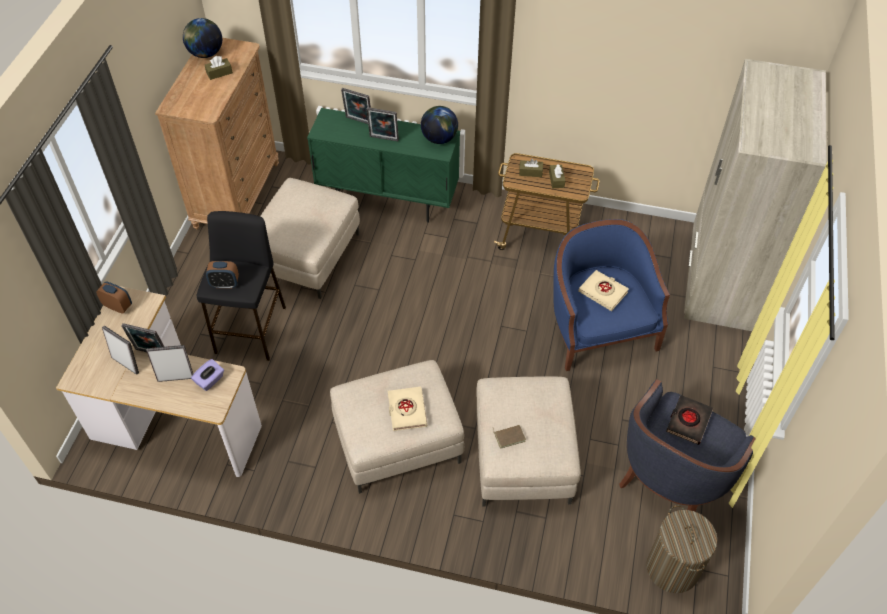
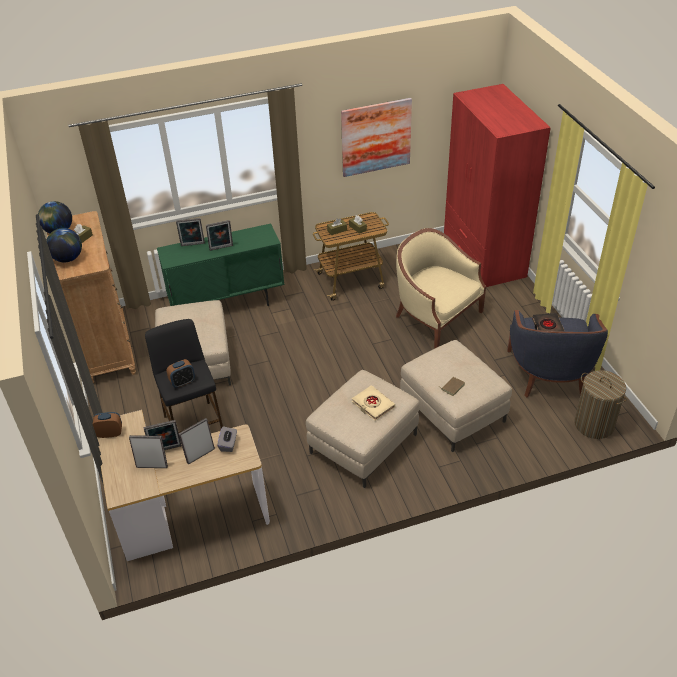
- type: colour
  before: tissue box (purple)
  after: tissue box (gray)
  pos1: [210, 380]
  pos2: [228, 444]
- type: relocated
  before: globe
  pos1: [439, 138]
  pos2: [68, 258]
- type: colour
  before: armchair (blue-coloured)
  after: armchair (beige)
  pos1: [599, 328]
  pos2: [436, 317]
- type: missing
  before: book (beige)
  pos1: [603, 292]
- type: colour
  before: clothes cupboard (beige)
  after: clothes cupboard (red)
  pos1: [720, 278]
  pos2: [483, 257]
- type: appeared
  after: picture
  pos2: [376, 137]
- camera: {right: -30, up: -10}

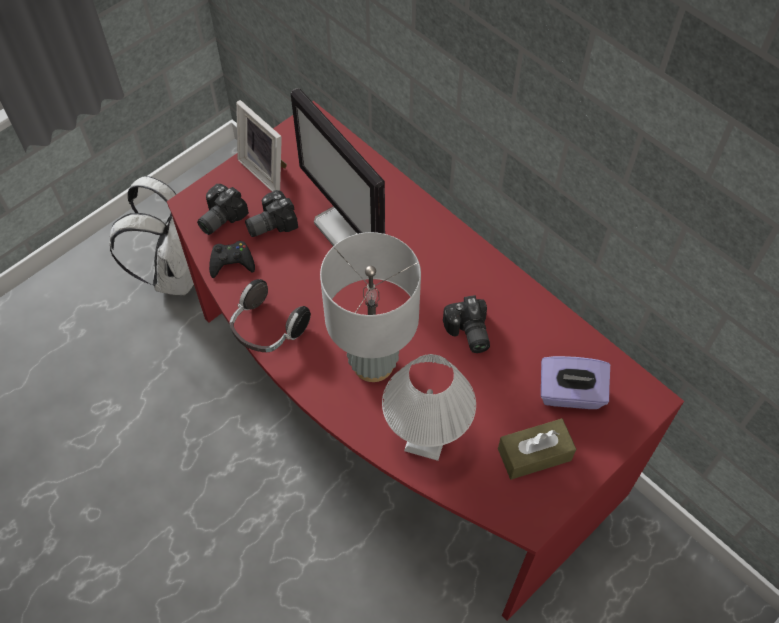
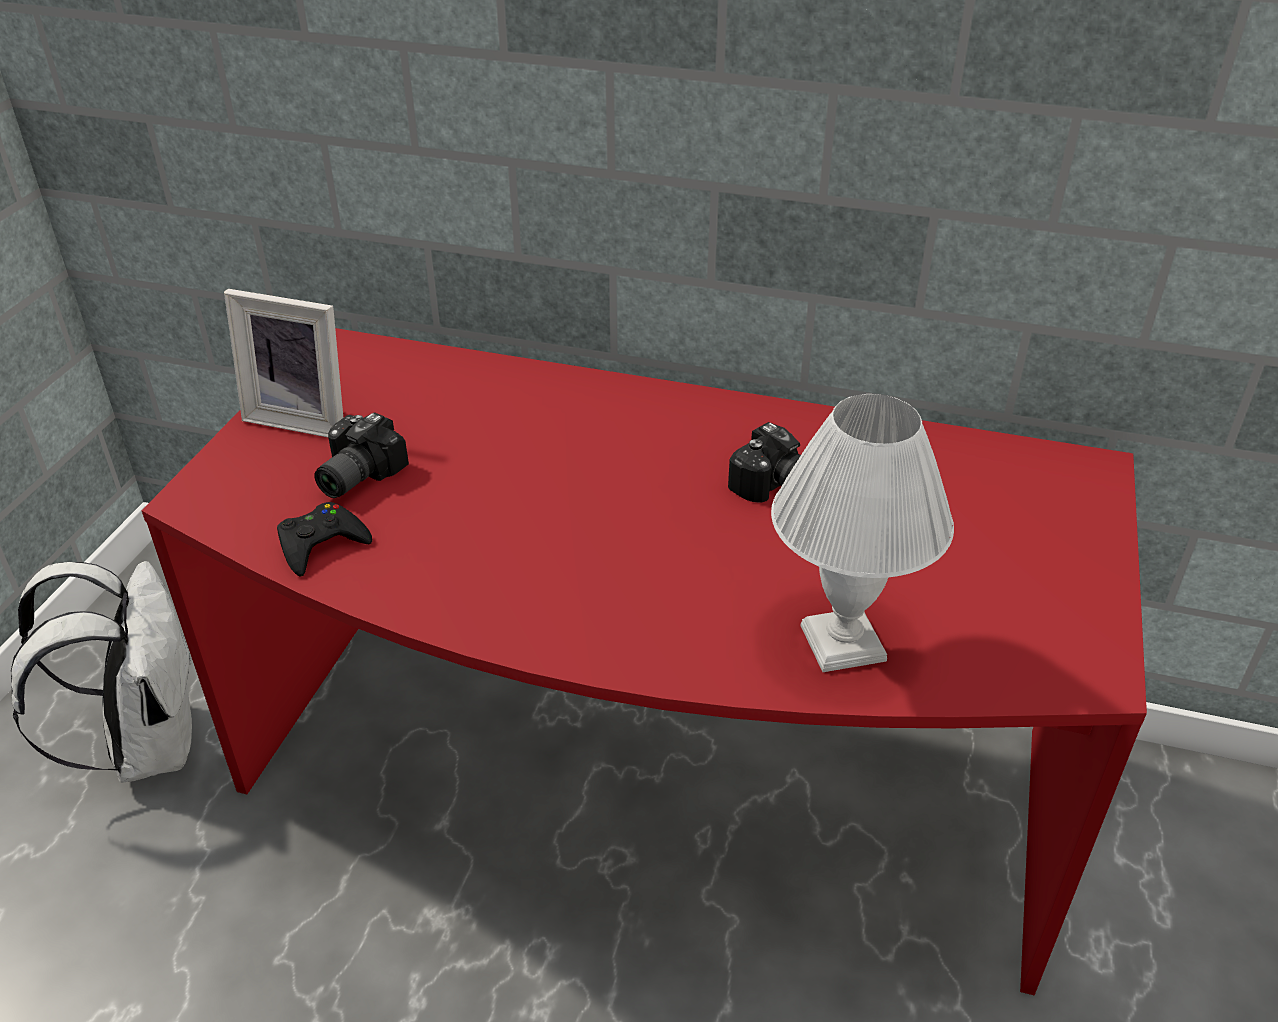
- type: missing
  before: photo camera
  pos1: [219, 217]
- type: missing
  before: headset
  pos1: [267, 329]
- type: missing
  before: computer display
  pos1: [347, 226]
- type: missing
  before: tabletop lamp (gray)
  pos1: [372, 364]
- type: missing
  before: tissue box (brownish)
  pos1: [534, 454]
- type: missing
  before: tissue box (purple)
  pos1: [570, 394]
- camera: {right: -30, up: -20}

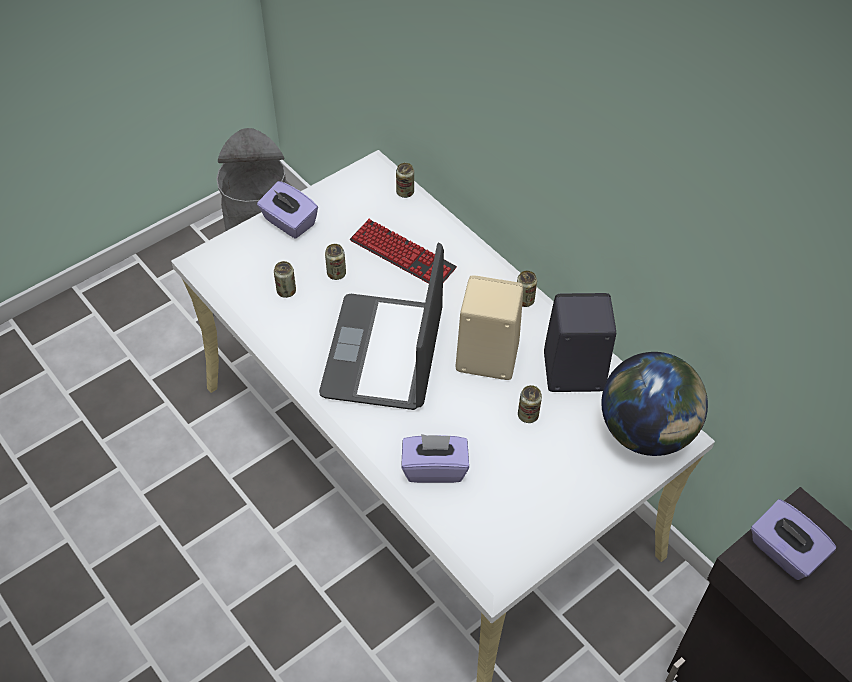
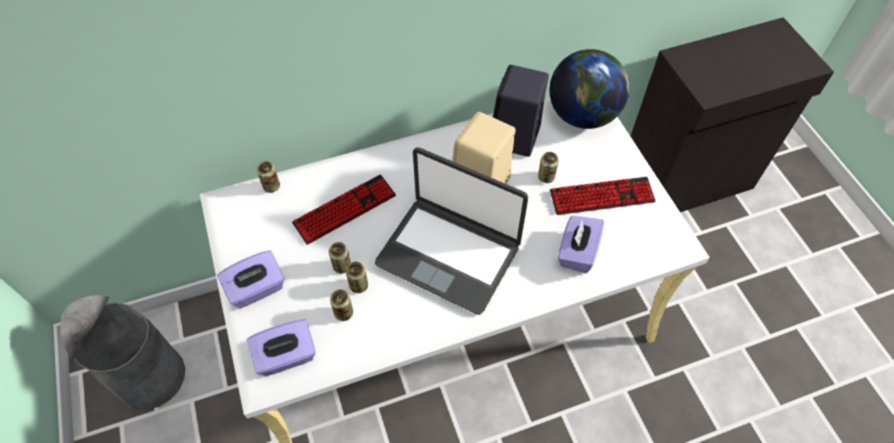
- type: relocated
  before: sealed can
  pos1: [524, 300]
  pos2: [359, 285]
- type: relocated
  before: tissue box (purple)
  pos1: [784, 552]
  pos2: [286, 356]
- type: appeared
  after: computer keyboard
  pos2: [601, 197]
- camera: {right: -70, up: 5}

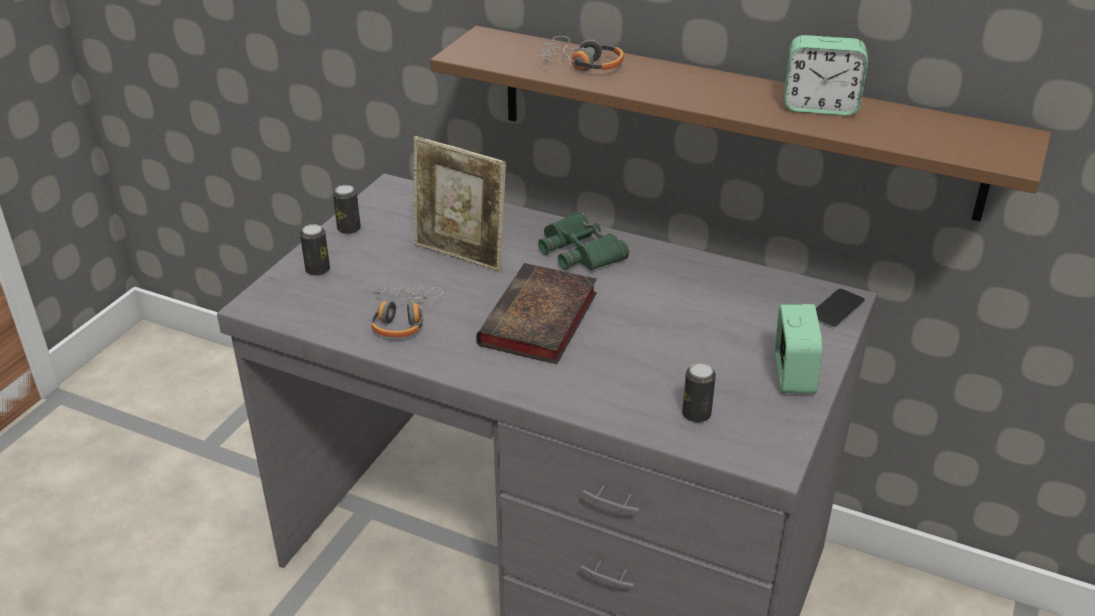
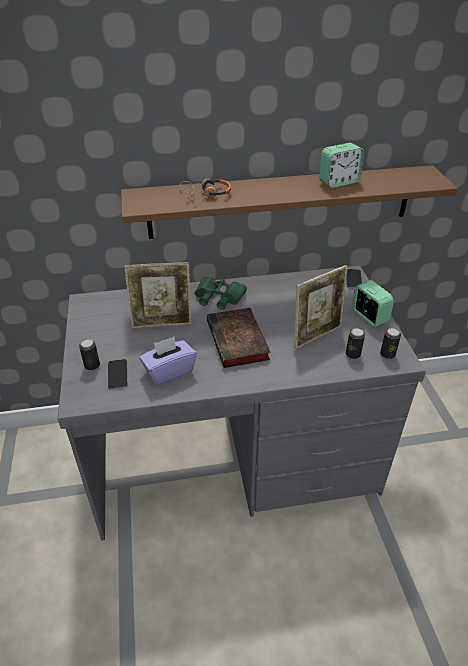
- type: relocated
  before: sealed can
  pos1: [349, 229]
  pos2: [387, 354]
- type: exchanged
  before: headset
  after: tissue box (purple)
  pos1: [402, 318]
  pos2: [169, 371]
- type: appeared
  after: telephone
  pos2: [117, 374]
- type: appeared
  after: standing frame
  pos2: [316, 335]
- camera: {right: -35, up: 5}

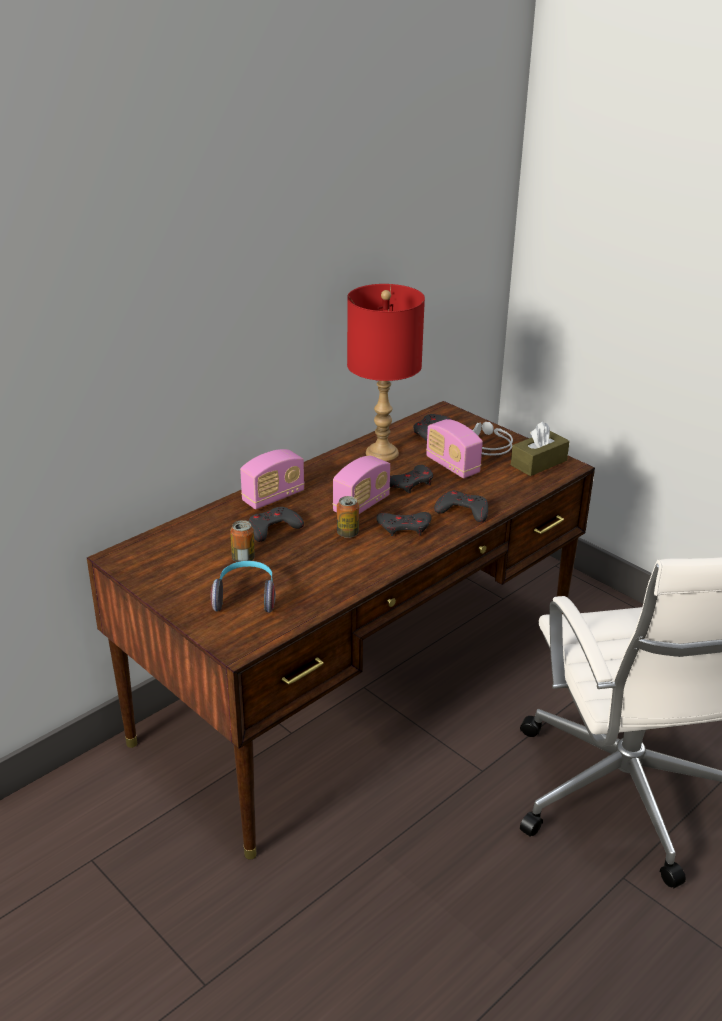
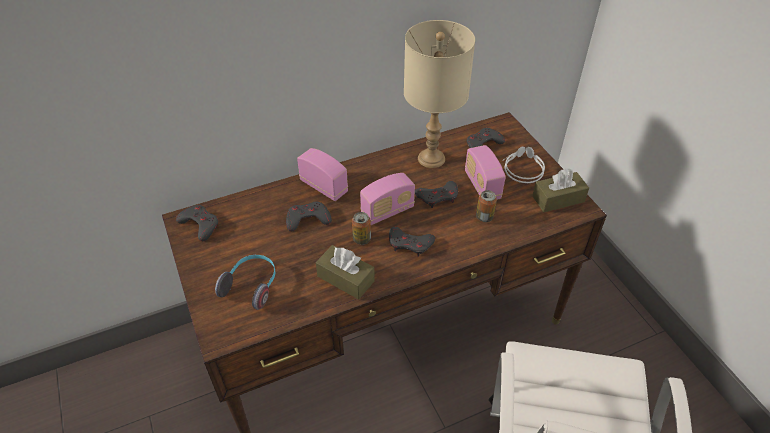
- type: relocated
  before: sealed can
  pos1: [243, 558]
  pos2: [484, 217]
- type: spun
  before: radio
  pos1: [273, 497]
  pos2: [324, 186]
  turn: -120
- type: colour
  before: tabletop lamp (red)
  after: tabletop lamp (beige)
  pos1: [381, 452]
  pos2: [431, 158]
- type: relocated
  before: game controller (gray)
  pos1: [462, 511]
  pos2: [200, 224]
- type: appeared
  after: tissue box (brownish)
  pos2: [345, 278]
- camera: {right: 20, up: 15}

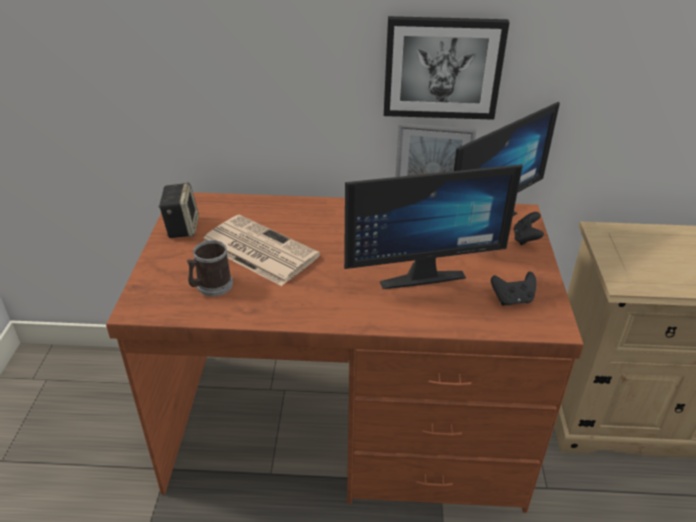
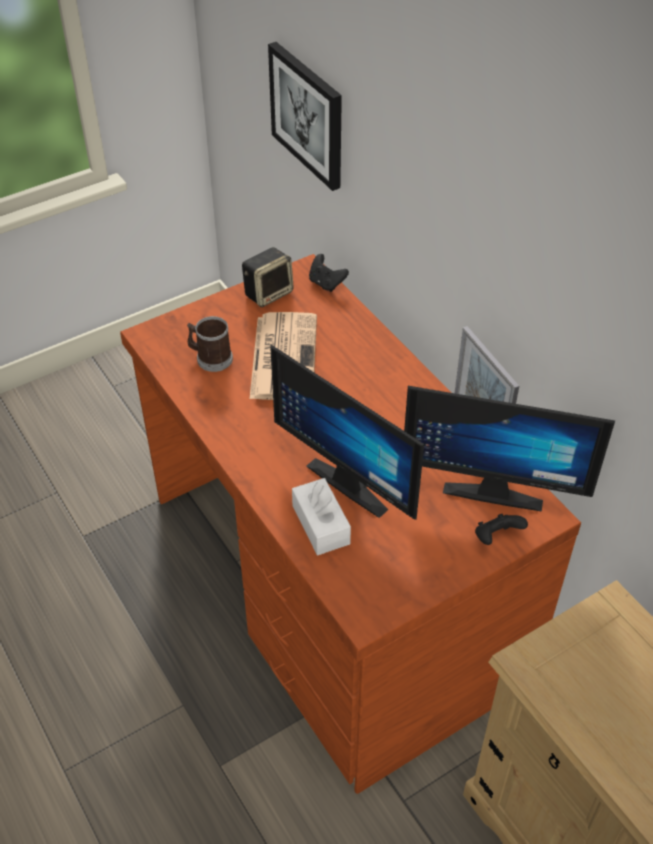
- type: relocated
  before: picture
  pos1: [442, 68]
  pos2: [308, 115]
- type: relocated
  before: game controller (black-coloured)
  pos1: [512, 299]
  pos2: [326, 283]
- type: appeared
  after: tissue box (white)
  pos2: [321, 525]
- camera: {right: 55, up: 10}

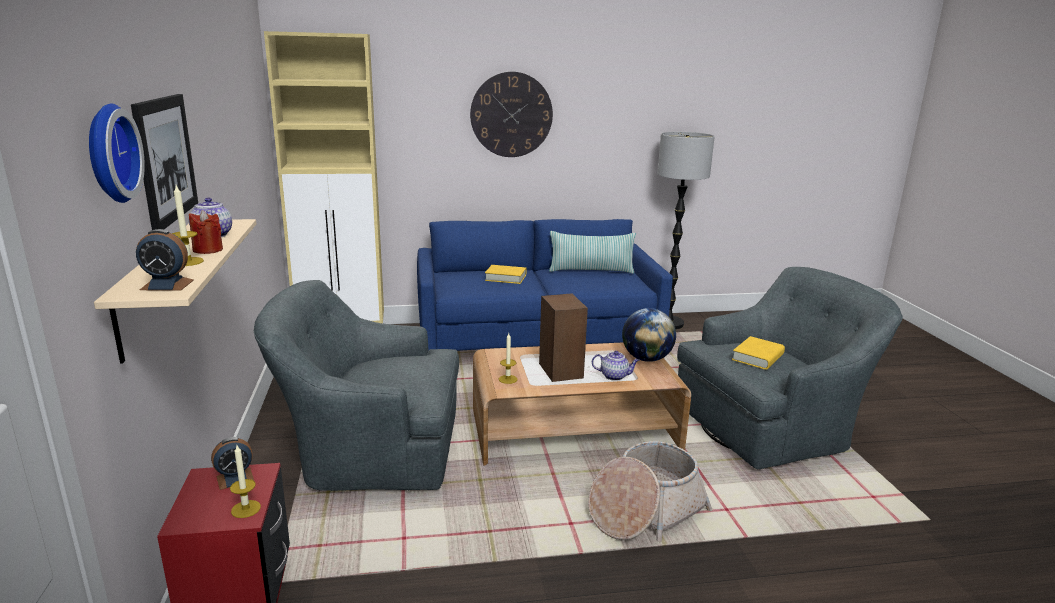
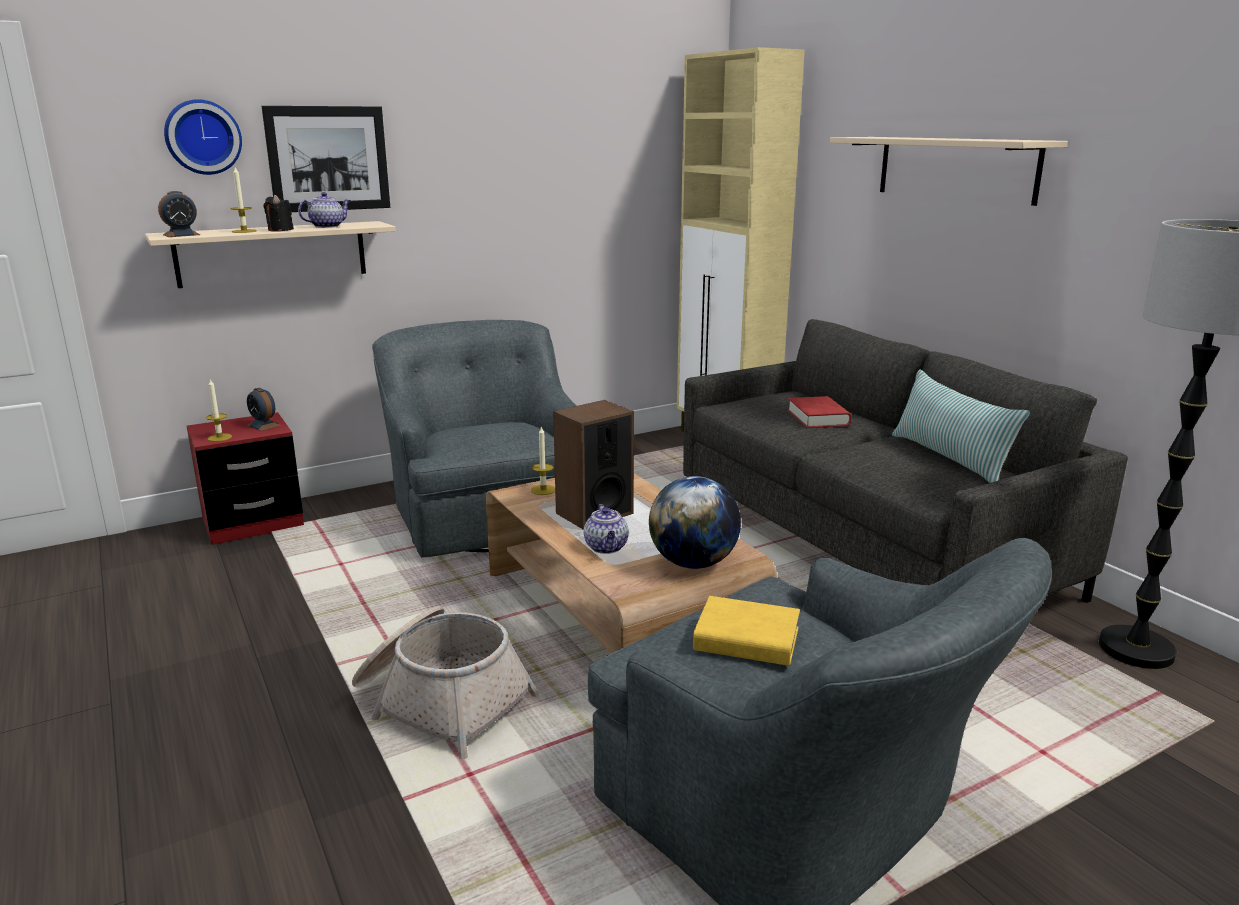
- type: spun
  before: bedside clock
  pos1: [167, 285]
  pos2: [181, 235]
  turn: -105
- type: colour
  before: candle (red)
  after: candle (black-coloured)
  pos1: [208, 250]
  pos2: [280, 230]
- type: colour
  before: sofa (blue-coloured)
  after: sofa (gray)
  pos1: [537, 341]
  pos2: [864, 545]
- type: exchanged
  before: hanging clock
  after: wall shelf (beige)
  pos1: [511, 115]
  pos2: [955, 168]
- type: colour
  before: book (yellow-coloured)
  after: book (red)
  pos1: [505, 278]
  pos2: [818, 418]
- camera: {right: 70, up: 0}

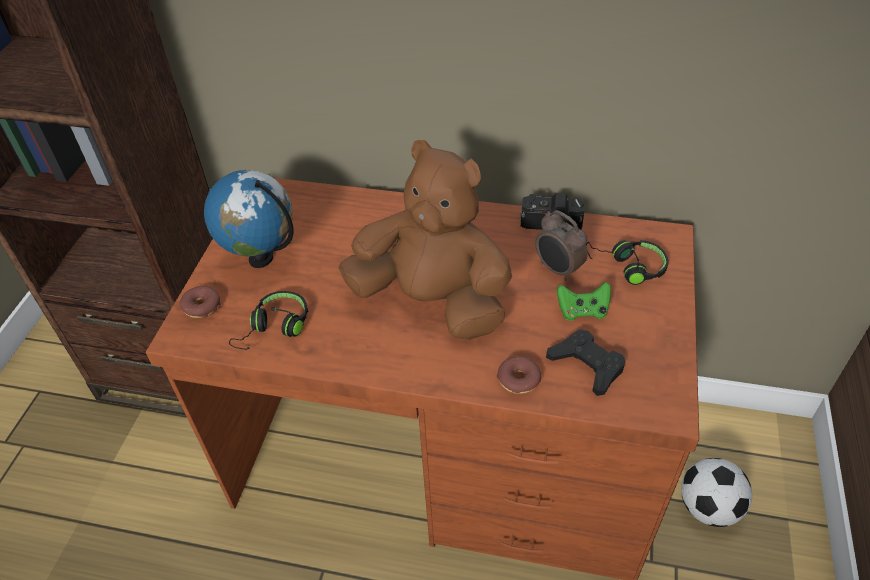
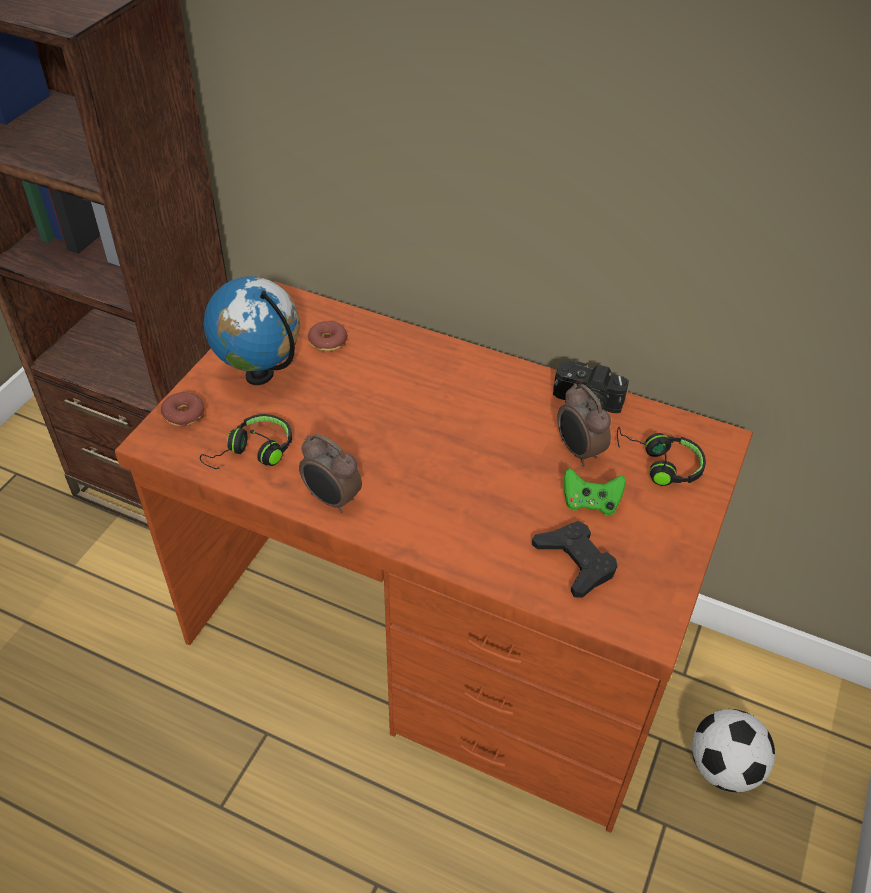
- type: missing
  before: plush toy (brownish)
  pos1: [433, 301]
- type: relocated
  before: ring doughnut
  pos1: [518, 379]
  pos2: [327, 341]
- type: appeared
  after: bedside clock
  pos2: [331, 500]
- camera: {right: 10, up: 0}

